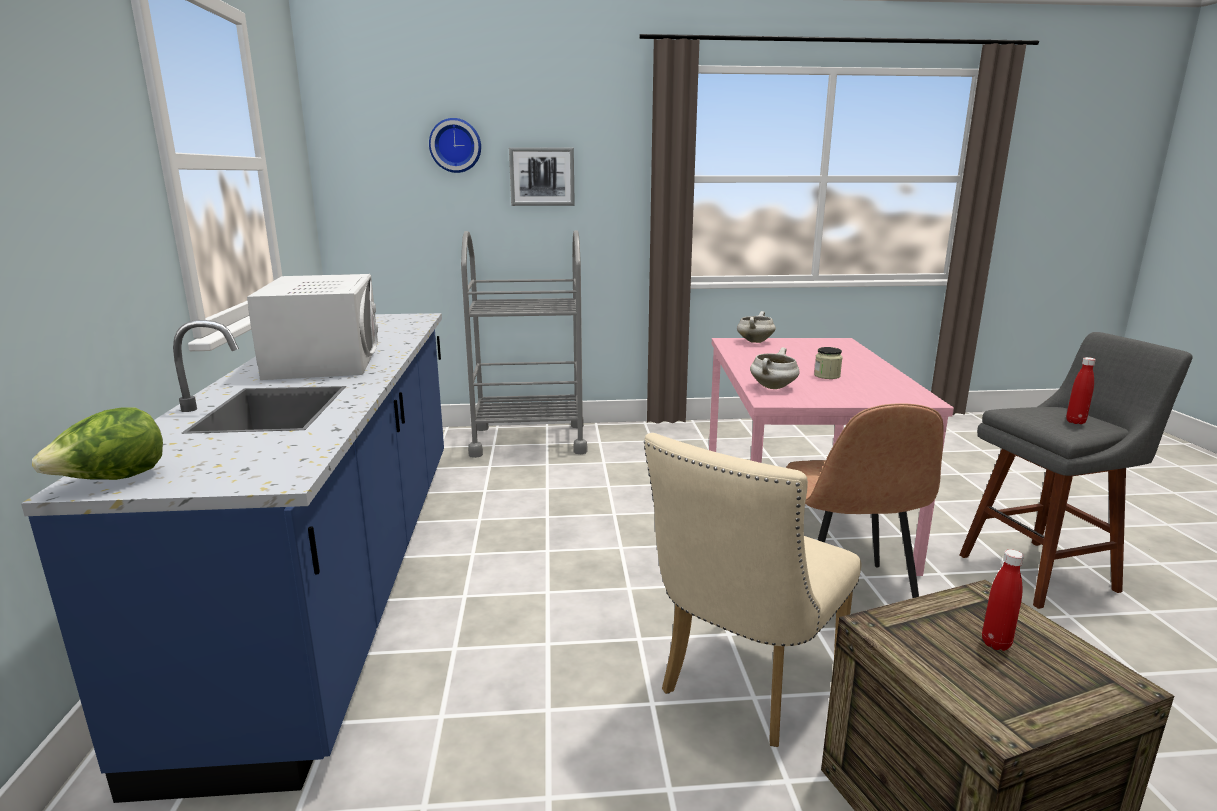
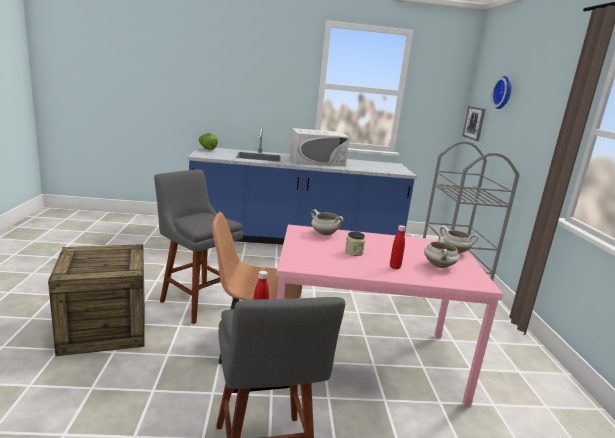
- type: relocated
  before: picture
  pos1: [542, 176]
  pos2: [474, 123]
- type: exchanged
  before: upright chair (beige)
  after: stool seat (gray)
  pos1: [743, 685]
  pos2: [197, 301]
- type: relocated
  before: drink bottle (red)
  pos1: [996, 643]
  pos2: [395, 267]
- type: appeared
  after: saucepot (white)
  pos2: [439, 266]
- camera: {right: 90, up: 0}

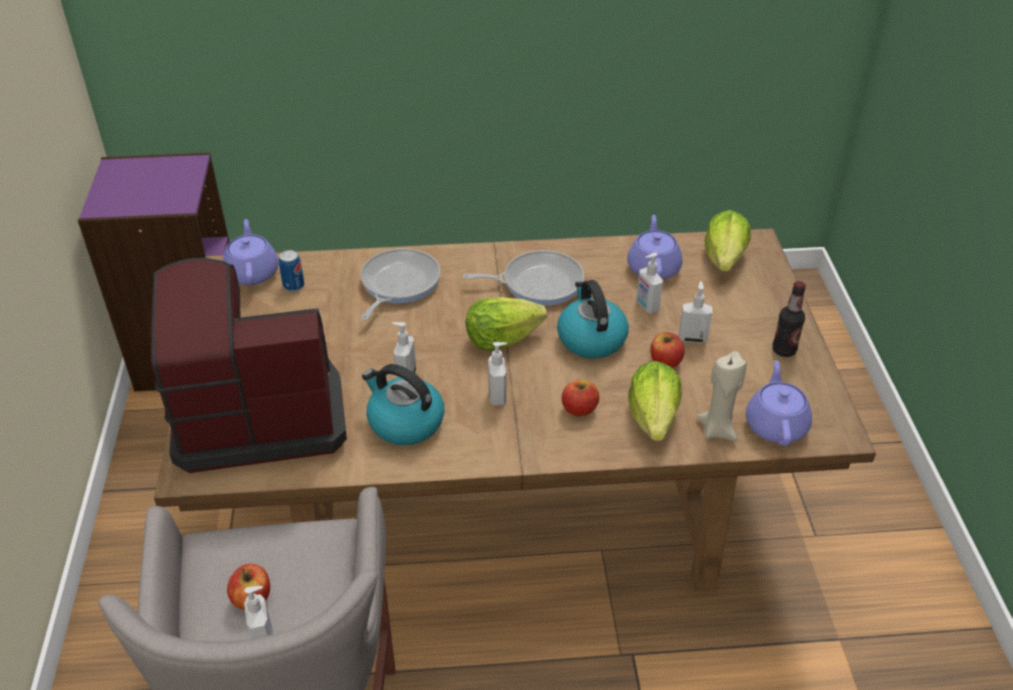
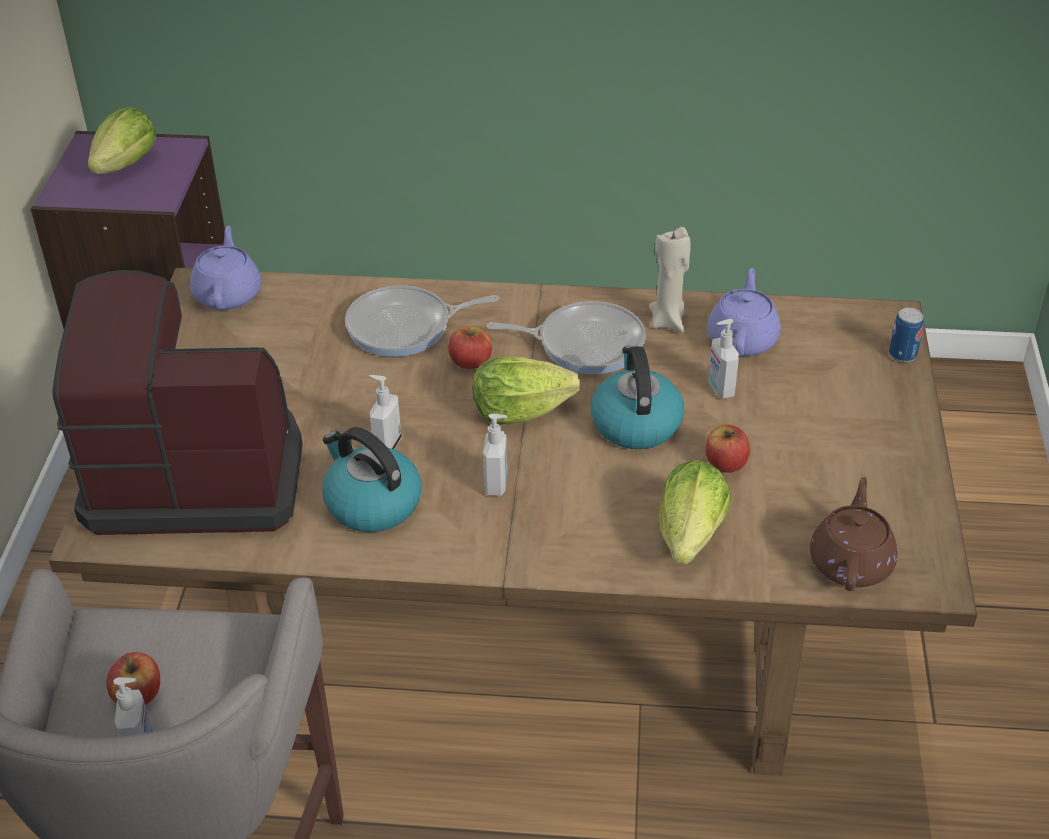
- type: relocated
  before: sealed can
  pos1: [293, 286]
  pos2: [902, 354]
- type: spun
  before: skillet
  pos1: [398, 284]
  pos2: [405, 327]
  turn: -135
- type: relocated
  before: apple
  pos1: [579, 409]
  pos2: [470, 361]
- type: missing
  before: soap bottle
  pos1: [692, 338]
- type: relocated
  before: candle (beige)
  pos1: [718, 429]
  pos2: [668, 321]
- type: relocated
  before: lettuce head
  pos1: [724, 259]
  pos2: [126, 165]
- type: colour
  before: pot for tea (purple)
  after: pot for tea (brownish)
  pos1: [775, 424]
  pos2: [851, 562]
- type: missing
  before: drink bottle
  pos1: [784, 350]
- camera: {right: 10, up: 0}

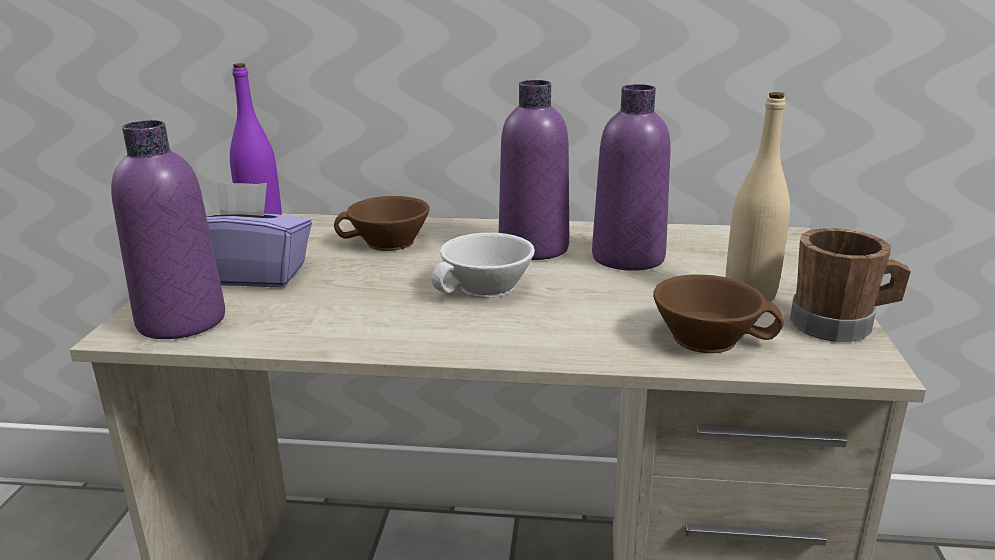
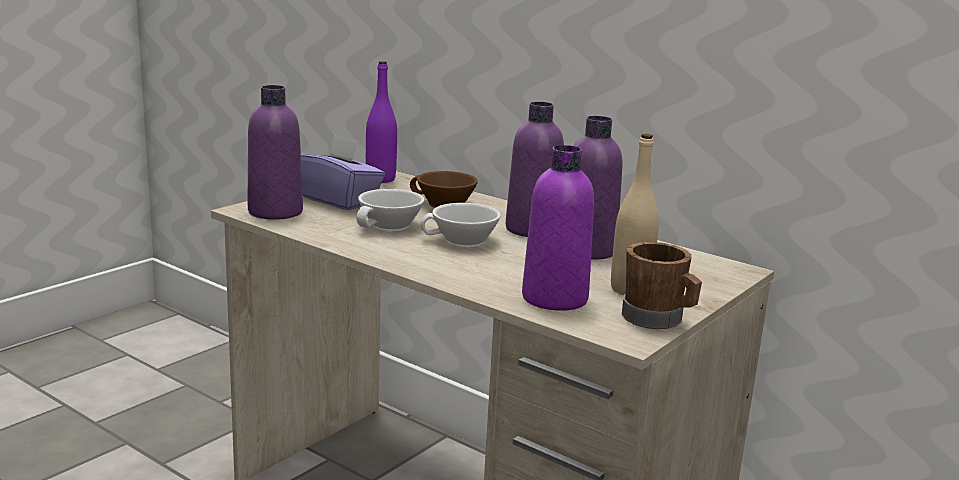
- type: exchanged
  before: drinking cup (brownish)
  after: drink bottle (purple)
  pos1: [708, 336]
  pos2: [554, 299]
- type: appeared
  after: drinking cup (white)
  pos2: [391, 226]
- camera: {right: 30, up: -5}

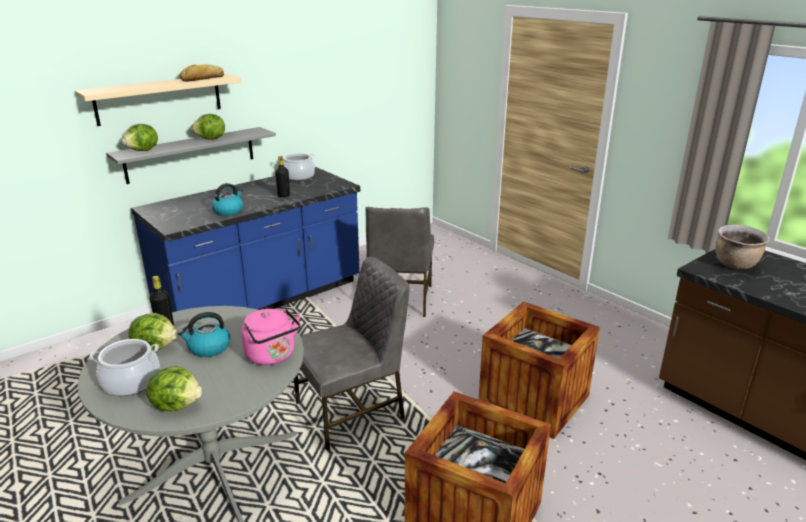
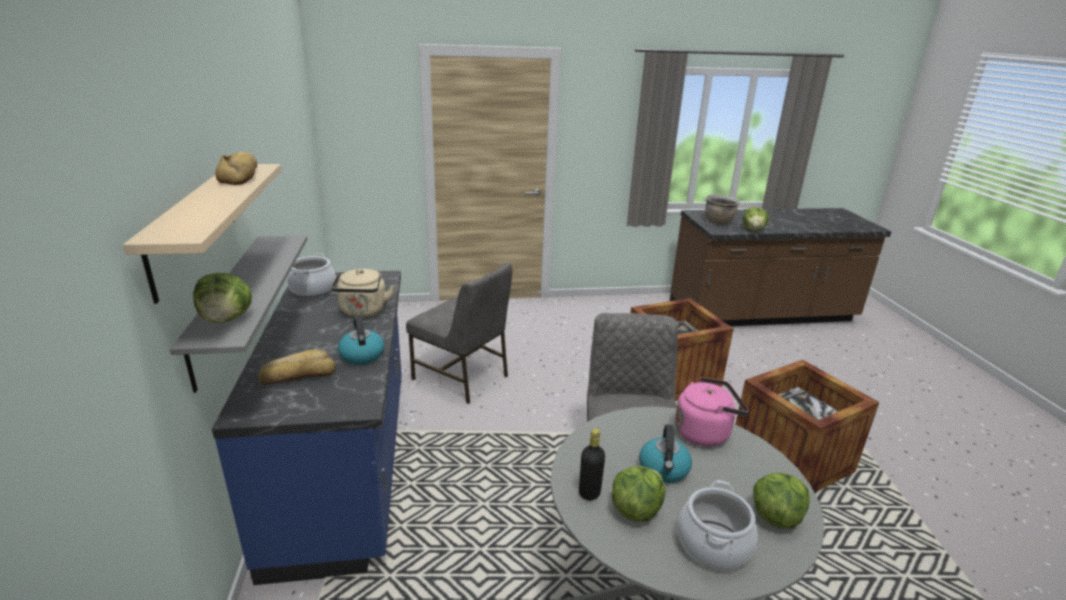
- type: relocated
  before: lettuce head
  pos1: [211, 139]
  pos2: [753, 230]
- type: exchanged
  before: drink bottle (black-coloured)
  after: kettle (beige)
  pos1: [283, 195]
  pos2: [363, 312]
- type: appeared
  after: bakery bread
  pos2: [298, 374]
- camera: {right: -60, up: 0}

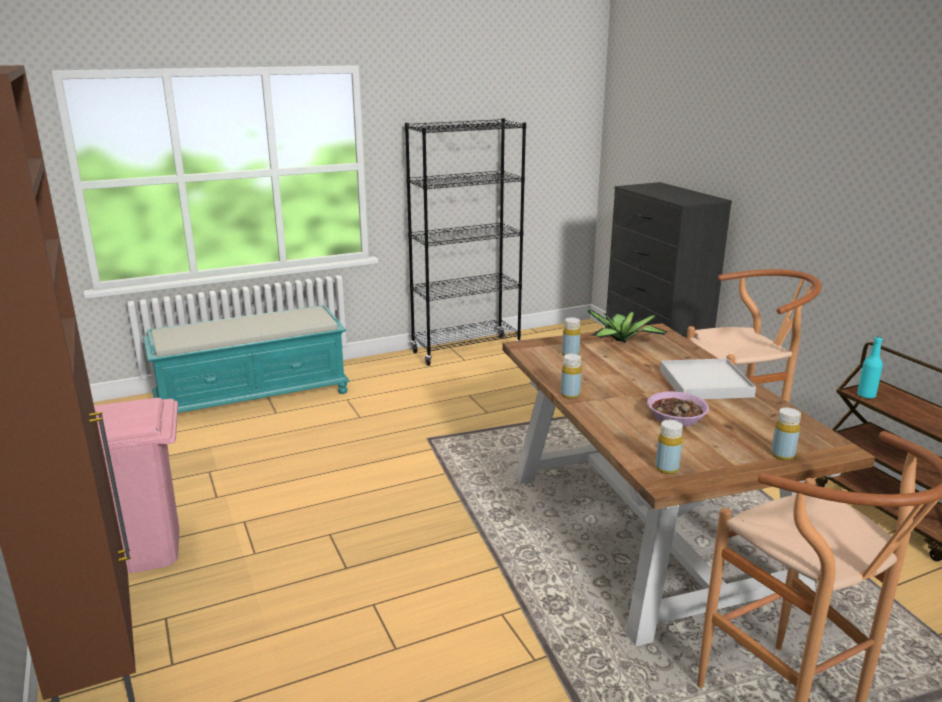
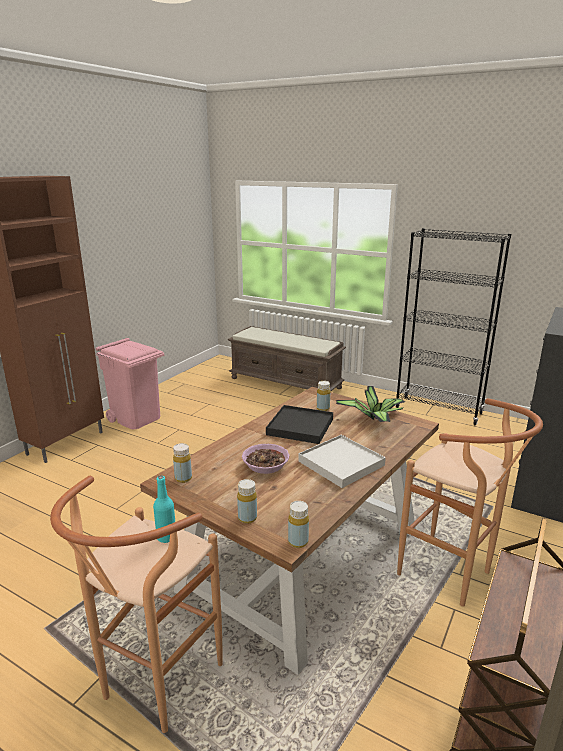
- type: colour
  before: indoor bench (turquoise)
  after: indoor bench (brownish)
  pos1: [254, 397]
  pos2: [286, 383]
- type: relocated
  before: drink bottle (yellow-coloured)
  pos1: [570, 395]
  pos2: [298, 542]
- type: relocated
  before: drink bottle (turquoise)
  pos1: [866, 395]
  pos2: [166, 537]
- type: appeared
  after: carrying tray (black-coloured)
  pos2: [300, 427]
- camera: {right: 55, up: 0}

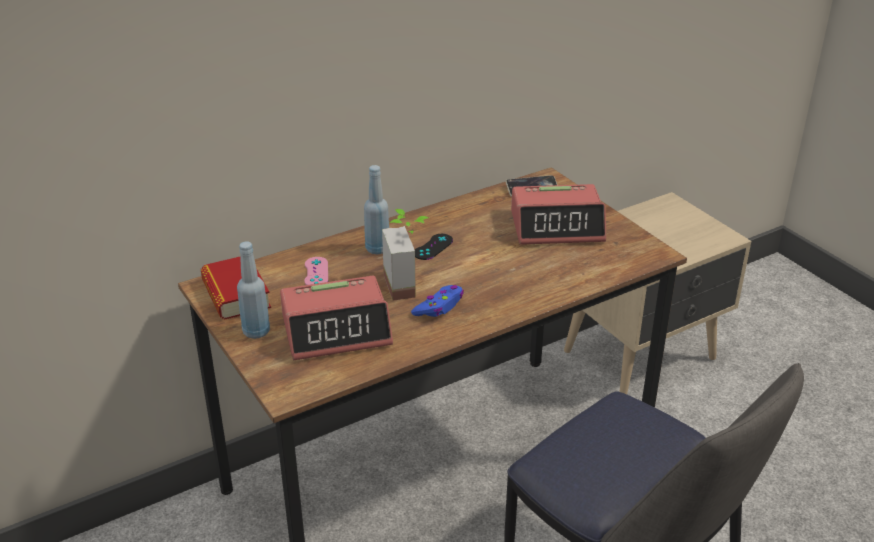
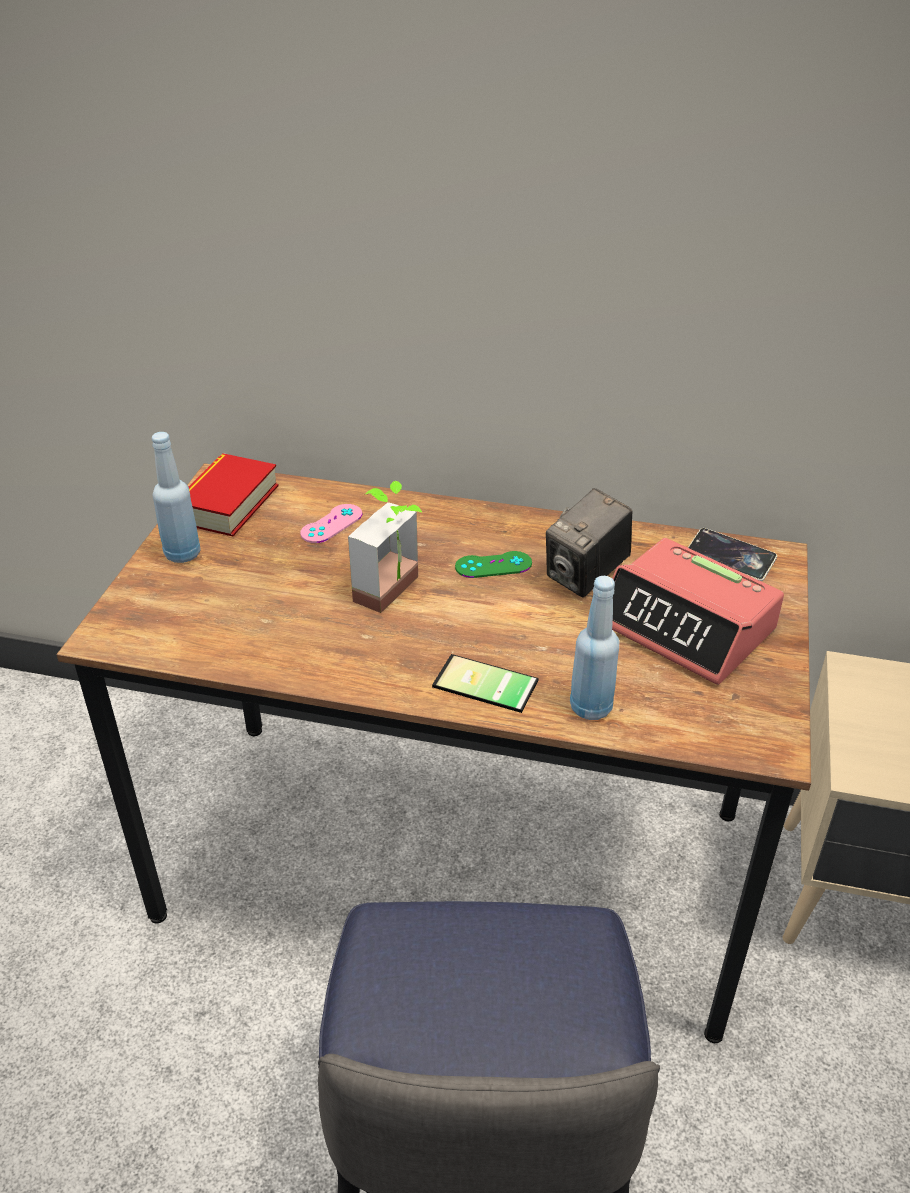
- type: missing
  before: bedside clock
  pos1: [337, 330]
- type: relocated
  before: drink bottle (blue-coloured)
  pos1: [377, 249]
  pos2: [591, 707]
- type: missing
  before: game controller (blue-coloured)
  pos1: [439, 307]
- type: colour
  before: game controller (black-coloured)
  after: game controller (green-coloured)
  pos1: [433, 247]
  pos2: [493, 565]
- type: appeared
  after: telephone
  pos2: [483, 687]
- type: appeared
  after: photo camera
  pos2: [586, 576]
- camera: {right: 45, up: 5}

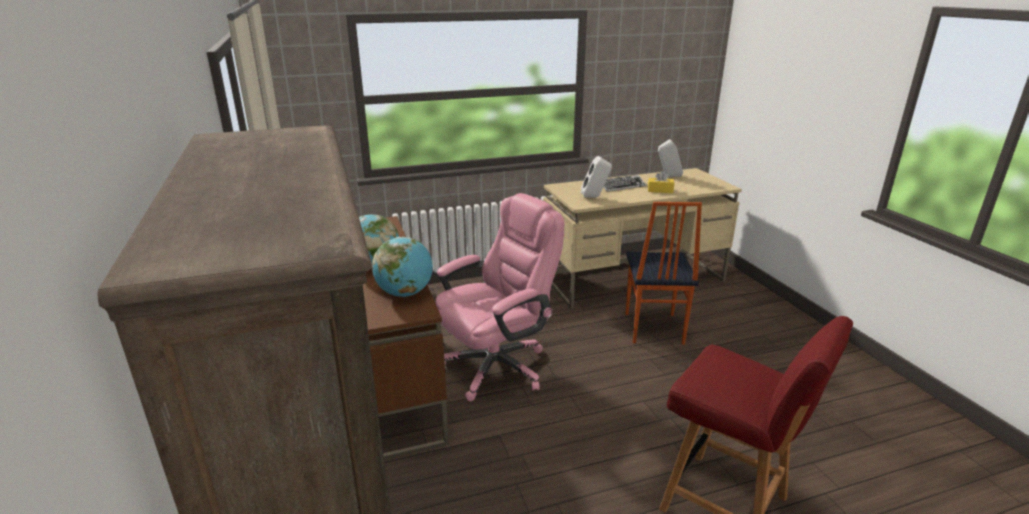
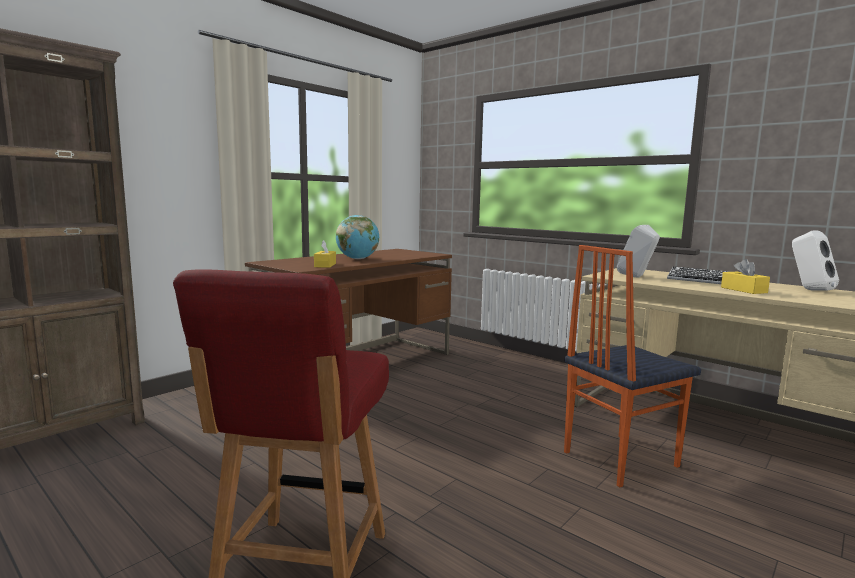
- type: exchanged
  before: globe
  after: tissue box (yellow-coloured)
  pos1: [405, 293]
  pos2: [325, 265]
- type: missing
  before: computer chair (pinkish)
  pos1: [497, 366]
- camera: {right: 60, up: -15}

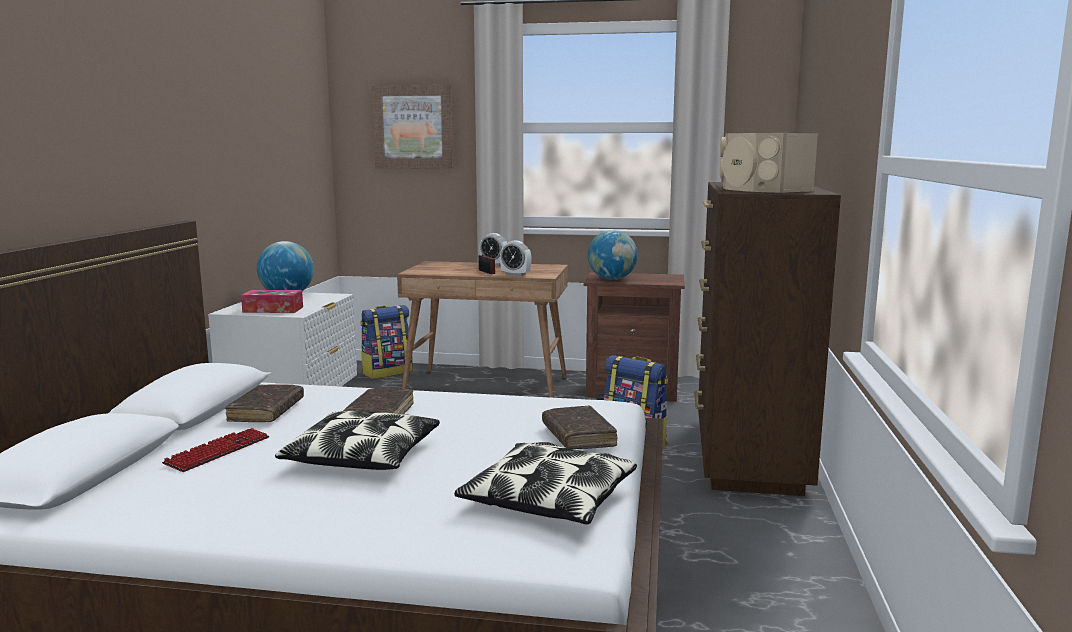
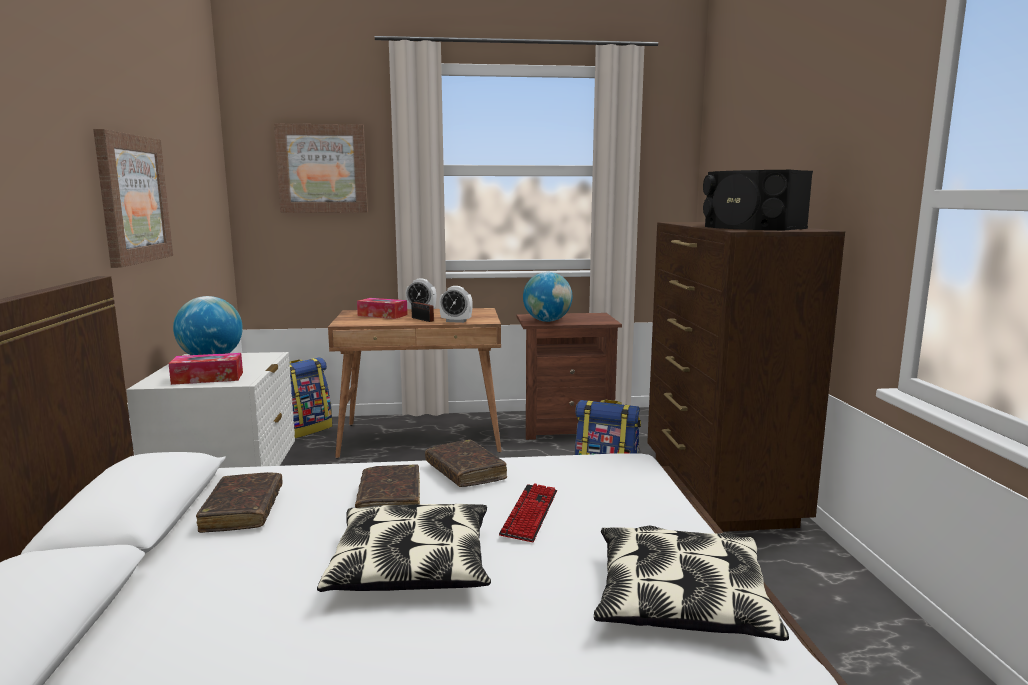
- type: relocated
  before: computer keyboard
  pos1: [218, 451]
  pos2: [530, 513]
- type: relocated
  before: book (brownish)
  pos1: [578, 436]
  pos2: [465, 472]
- type: colour
  before: speaker (beige)
  after: speaker (black-coloured)
  pos1: [760, 189]
  pos2: [750, 228]
- type: appeared
  after: picture
  pos2: [132, 199]
- type: appeared
  after: tissue box
  pos2: [382, 315]
- camera: {right: -15, up: 0}

